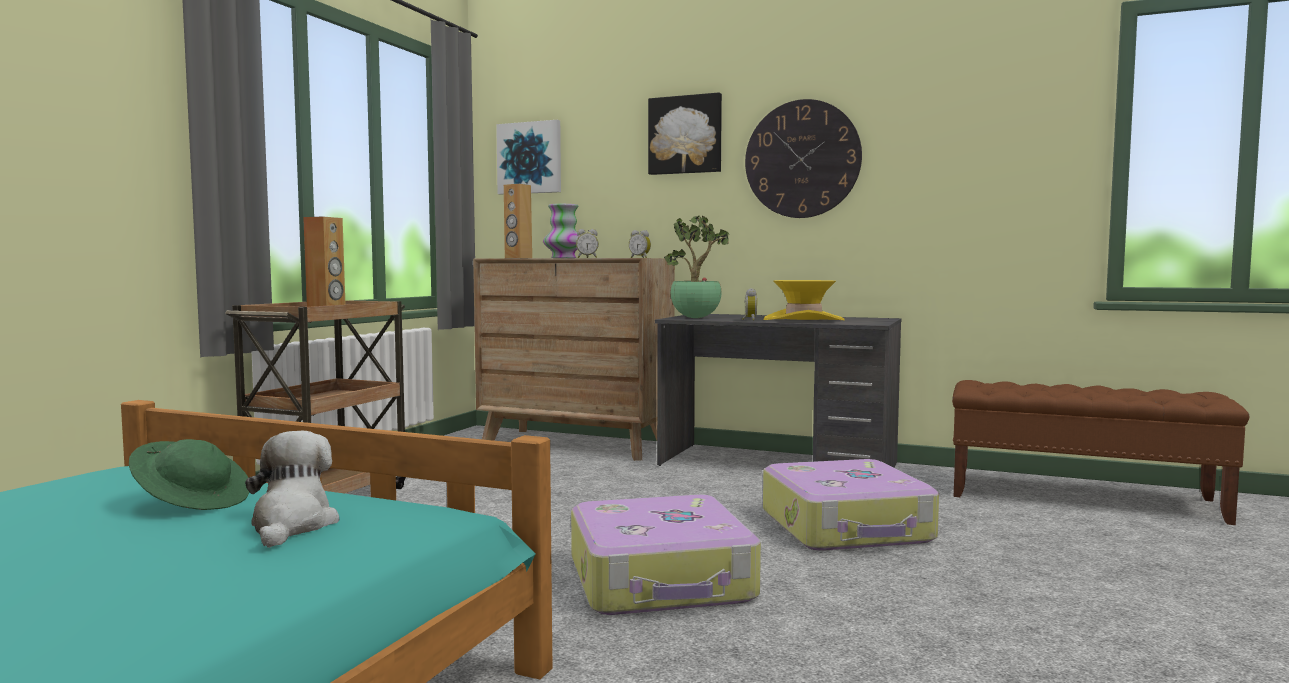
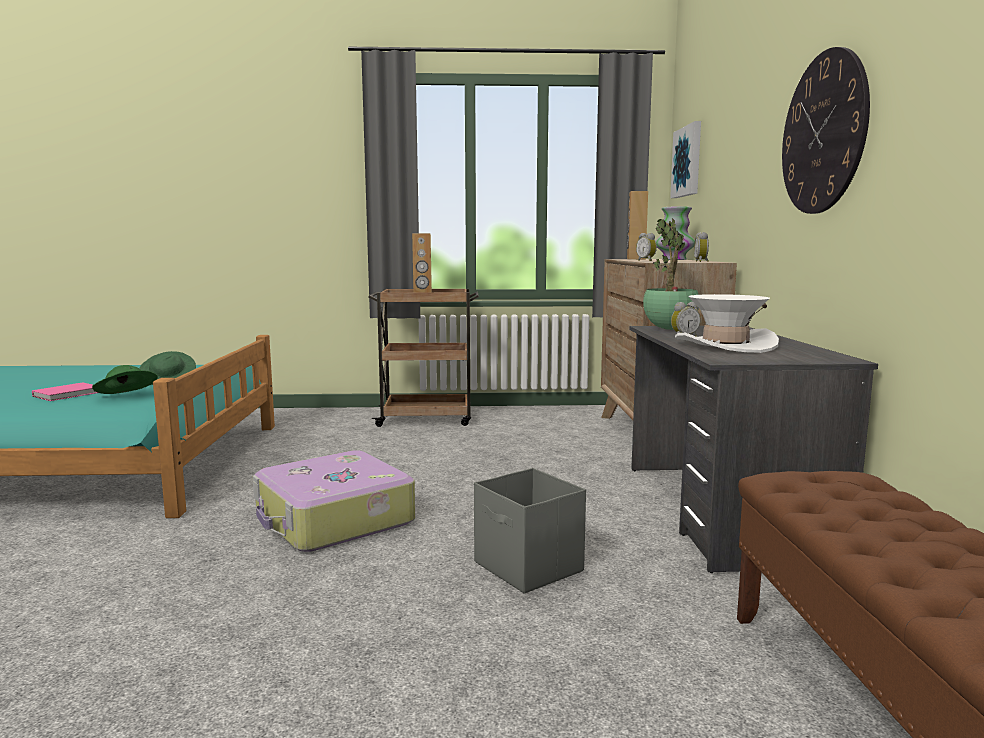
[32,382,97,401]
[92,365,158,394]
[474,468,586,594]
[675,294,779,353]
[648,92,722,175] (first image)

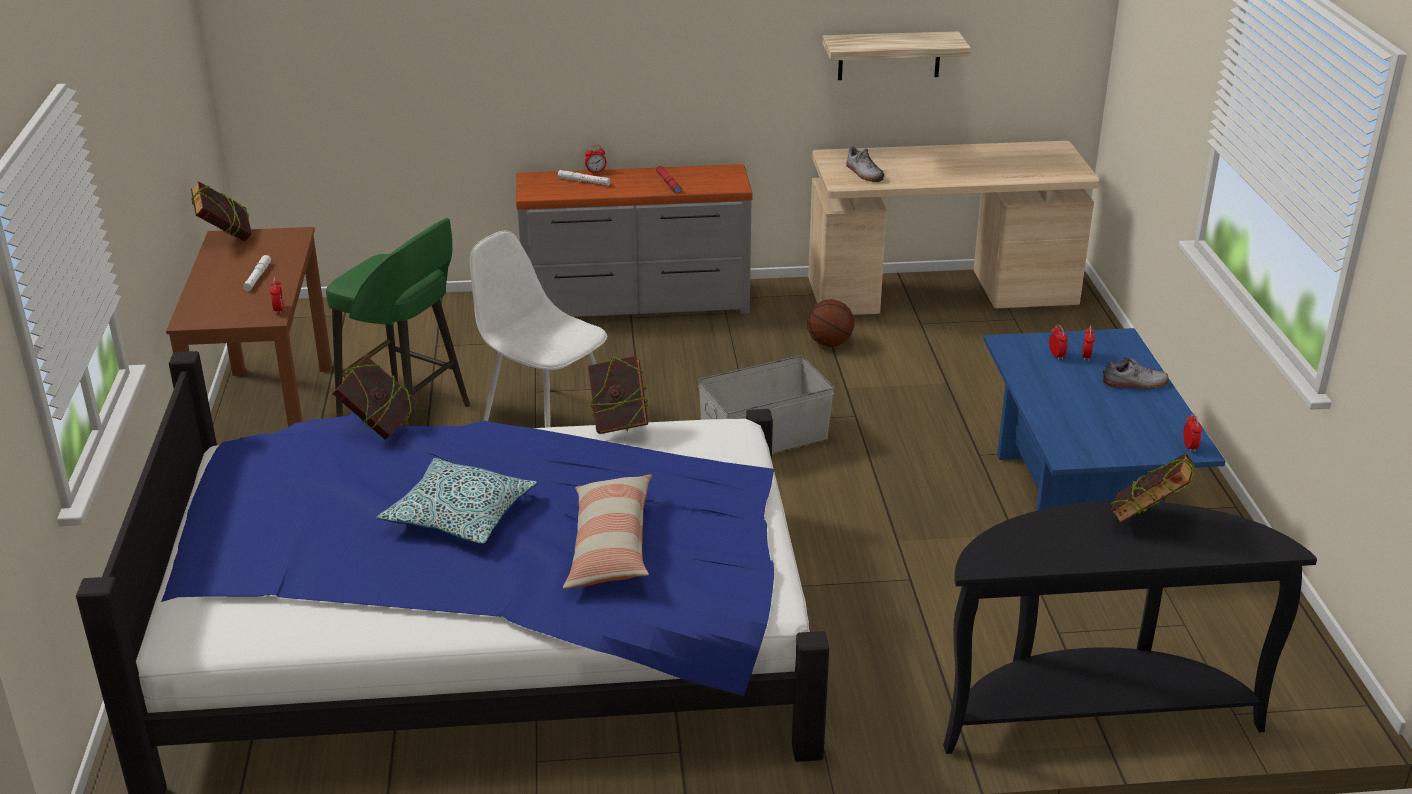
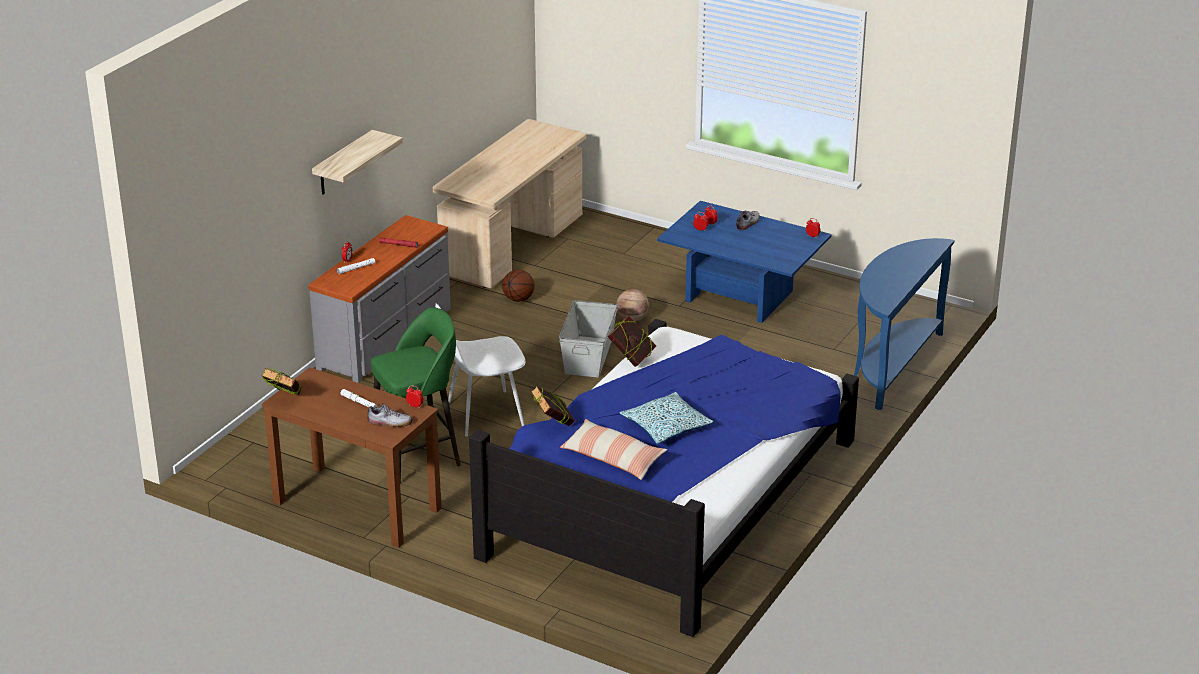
[312,130,403,195]
[368,403,412,427]
[560,419,667,480]
[616,289,649,321]
[854,238,954,410]
[1111,453,1195,523] (first image)

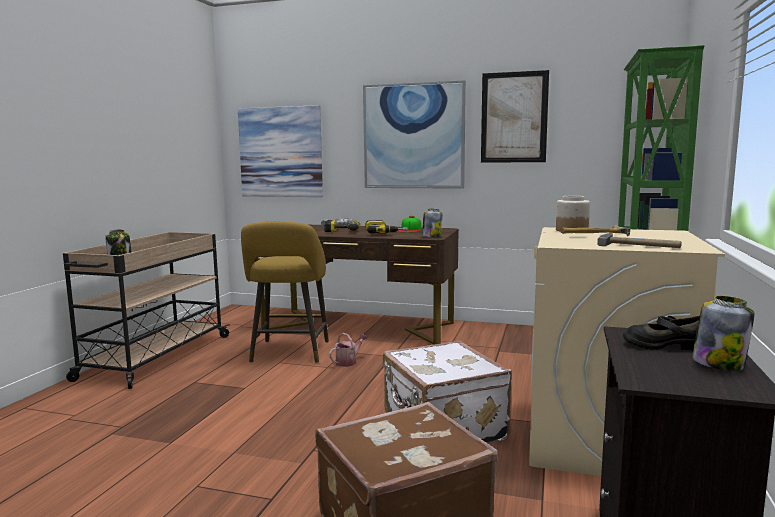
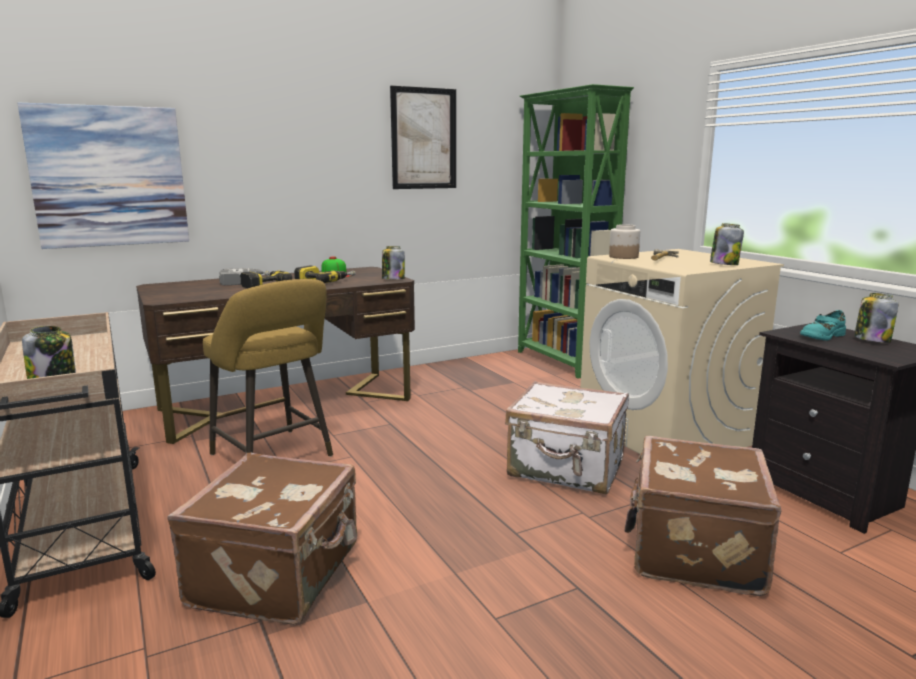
[167,453,357,625]
[710,223,744,265]
[800,310,846,341]
[329,333,368,367] (first image)
[363,80,466,189] (first image)

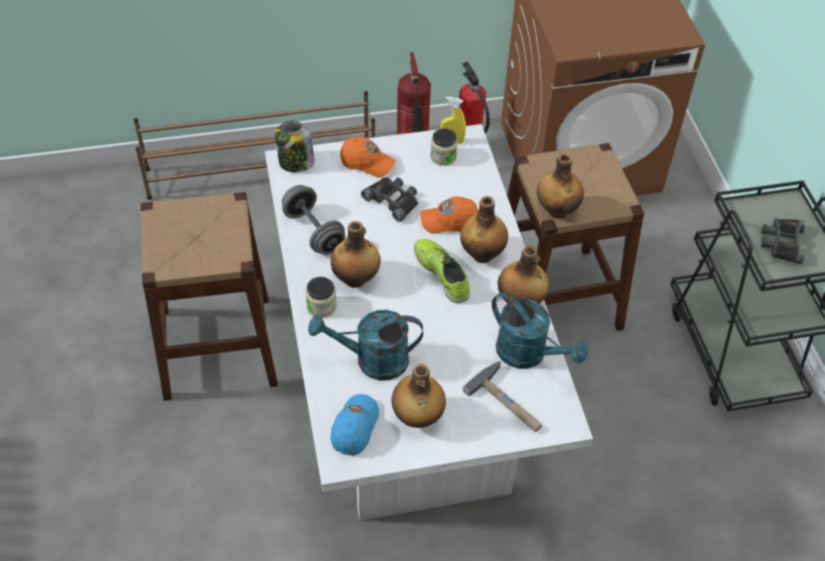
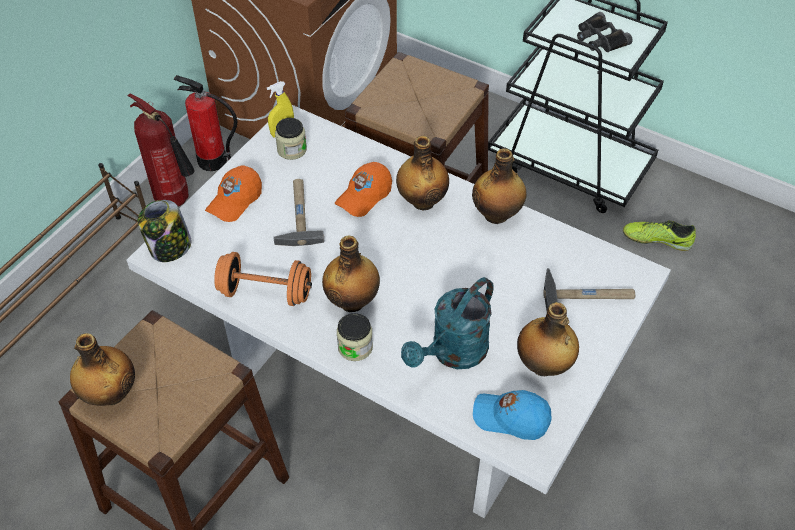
[70,333,135,406]
[205,166,262,222]
[214,252,312,306]
[273,179,325,246]
[473,390,552,440]
[623,220,696,251]
[492,292,588,369] (first image)

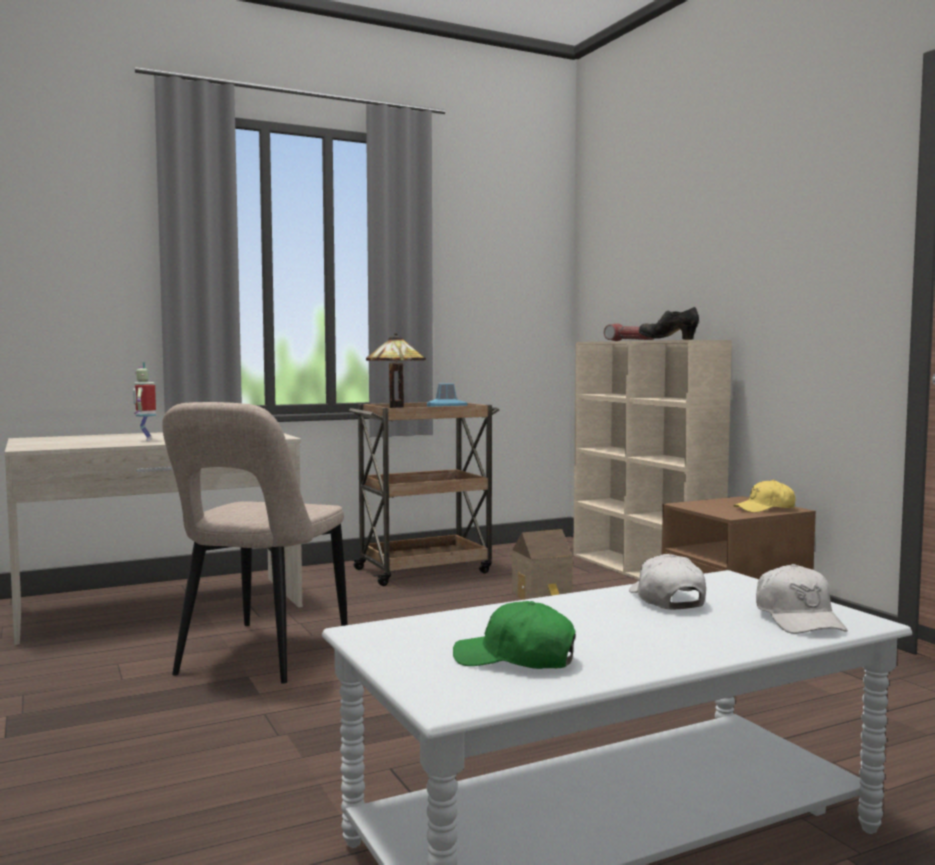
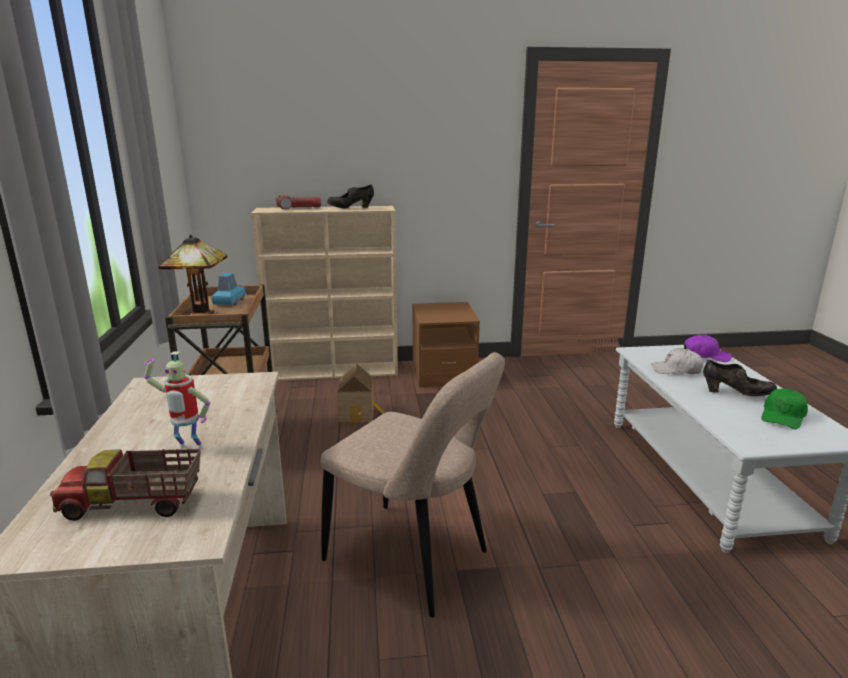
[50,449,201,521]
[684,335,732,362]
[703,360,777,396]
[734,479,796,513] (first image)

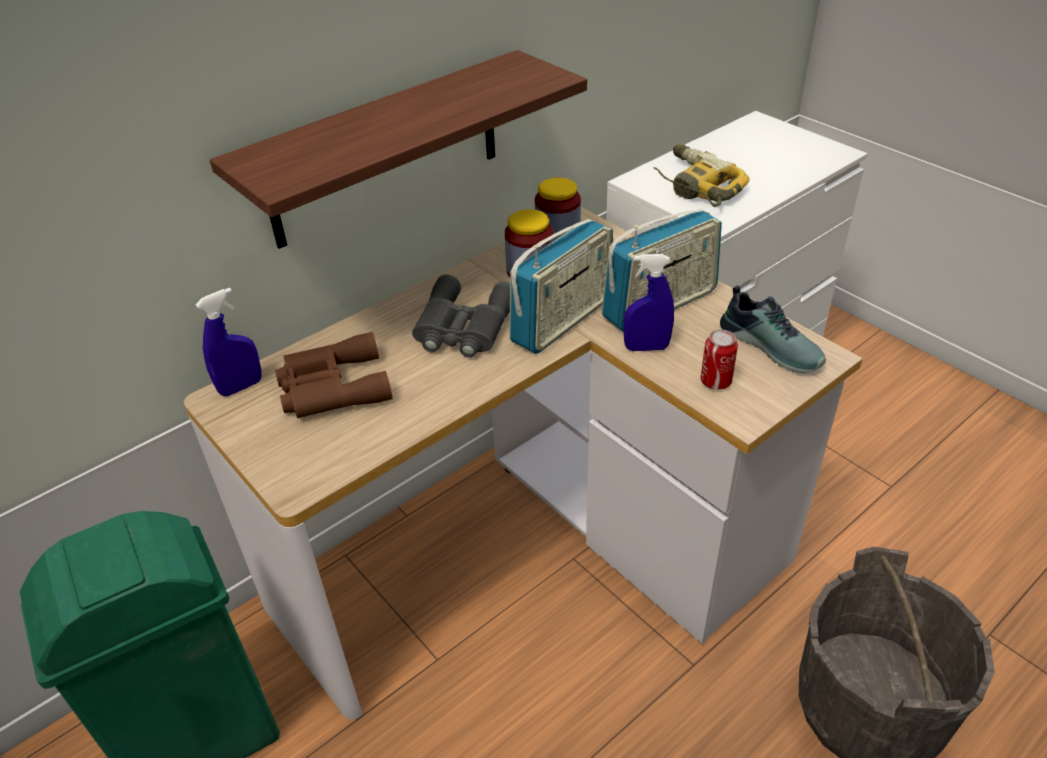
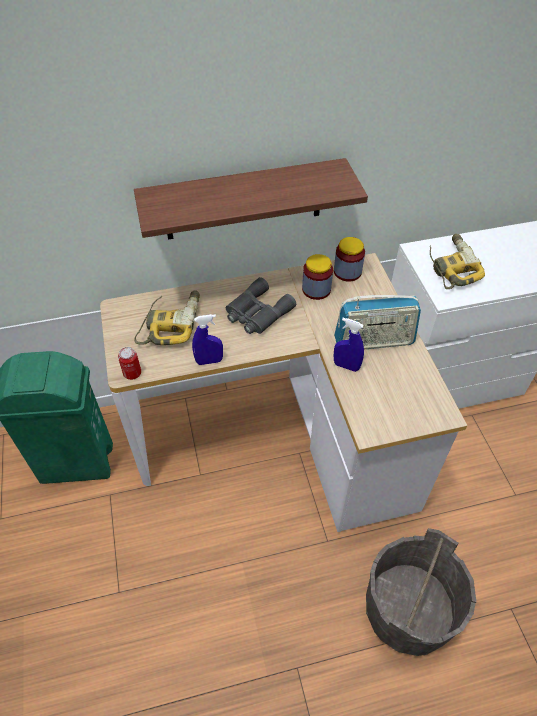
[118,347,141,380]
[135,290,200,345]
[192,314,223,365]
[509,219,613,354] (first image)
[720,285,826,373] (first image)

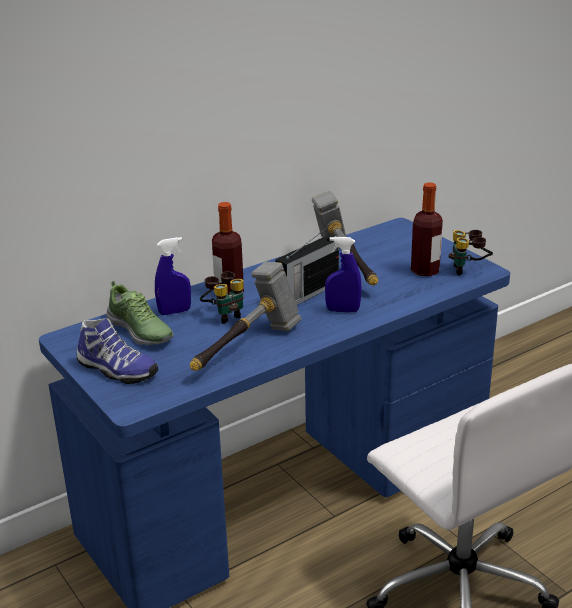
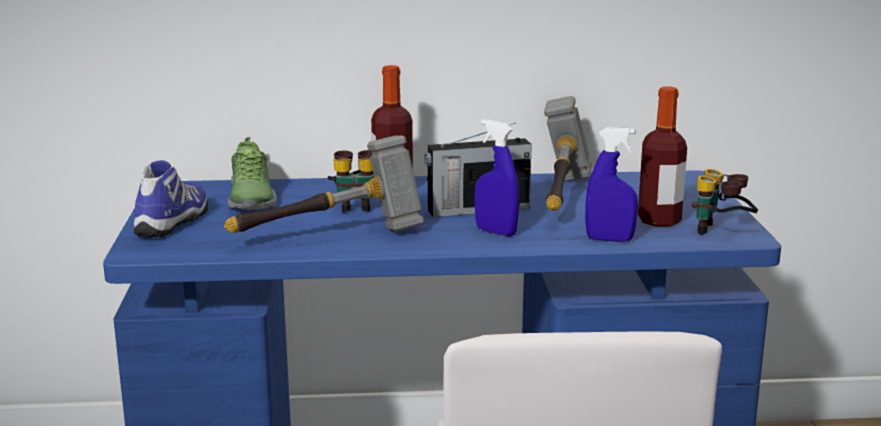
[134,160,208,237]
[585,127,638,242]

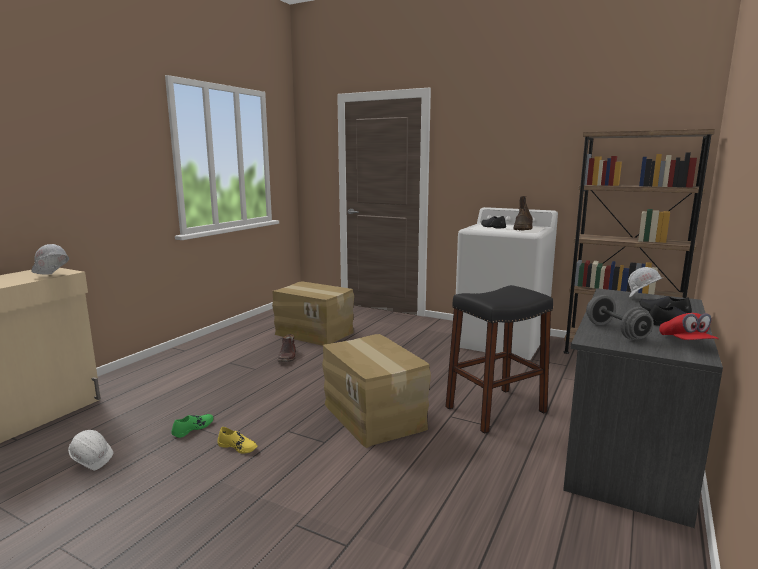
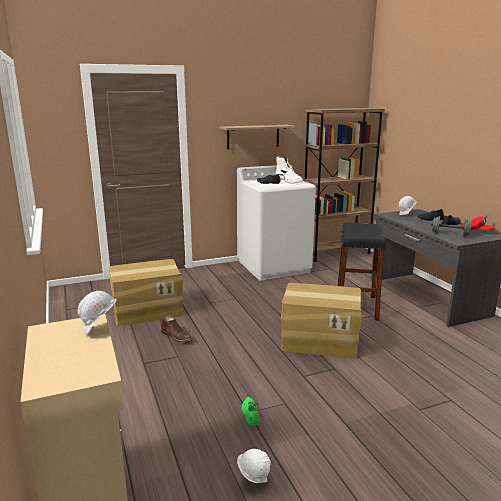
[219,125,295,149]
[276,156,303,183]
[218,427,258,454] (first image)

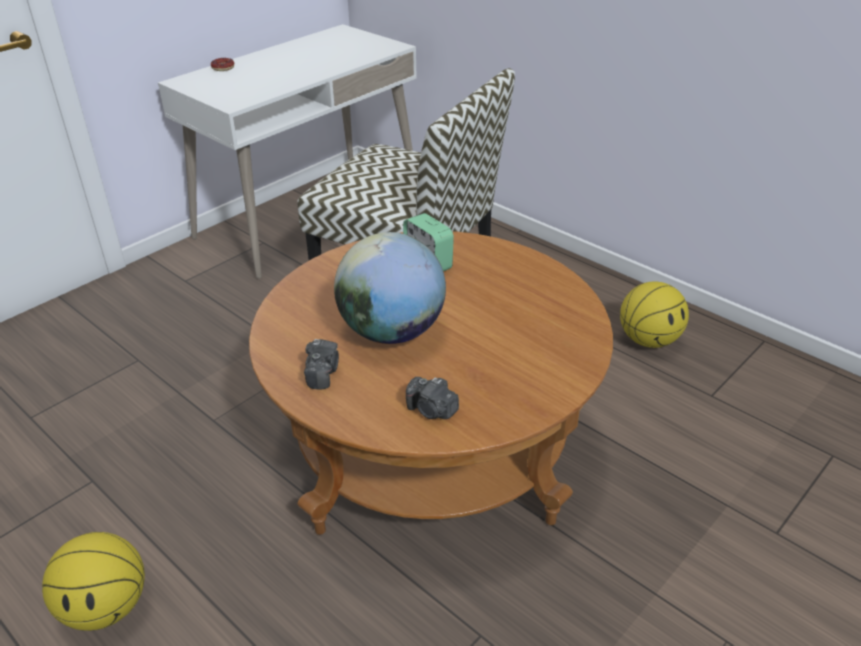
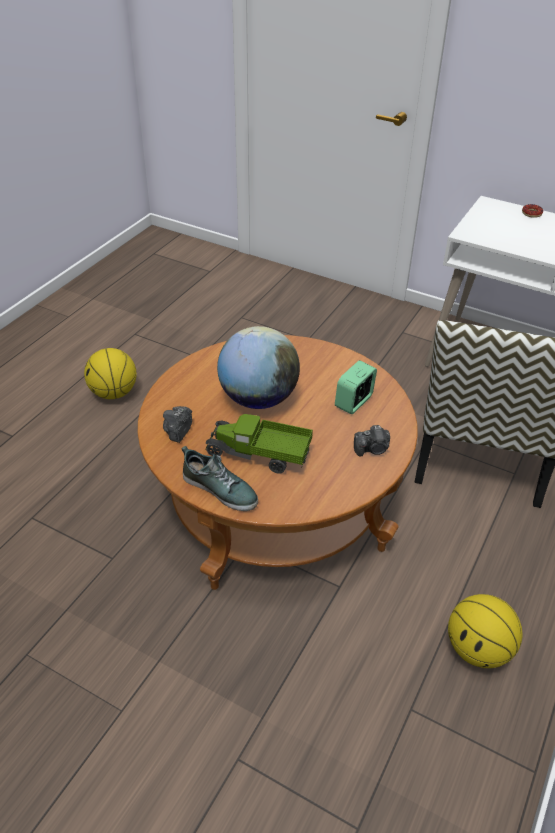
[181,446,258,511]
[205,414,313,474]
[354,425,390,457]

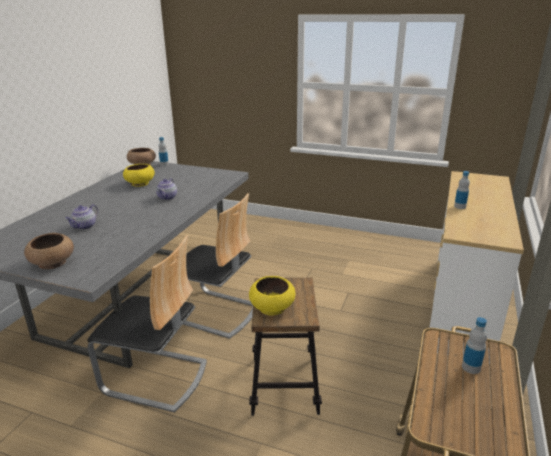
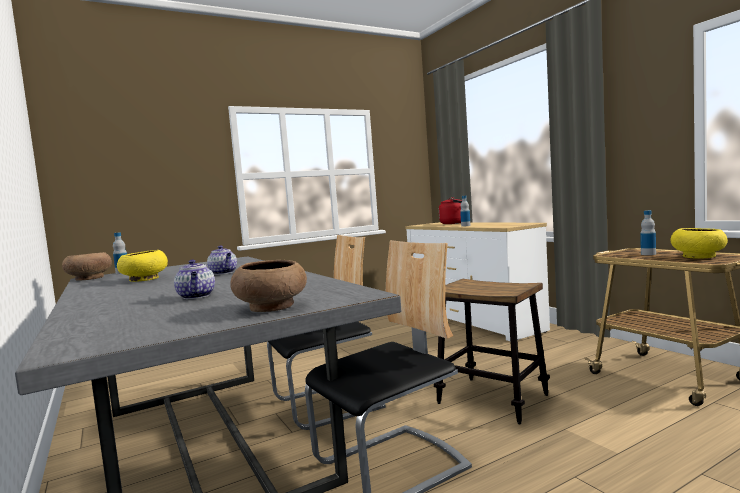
[439,197,462,224]
[670,228,728,259]

